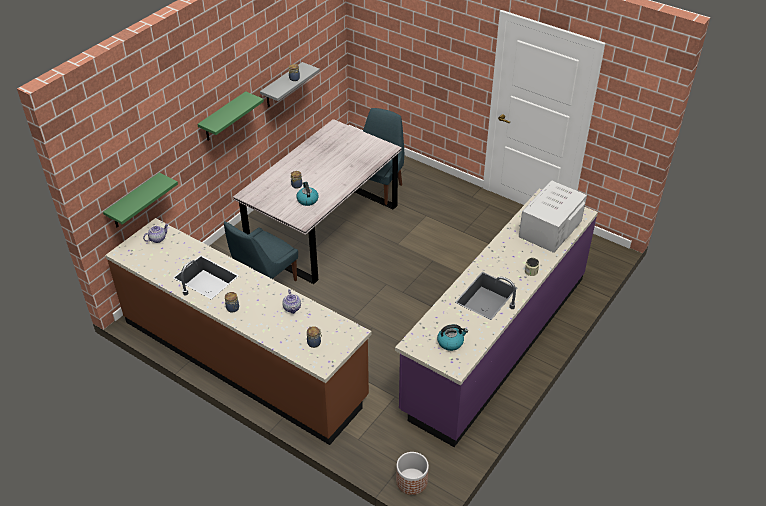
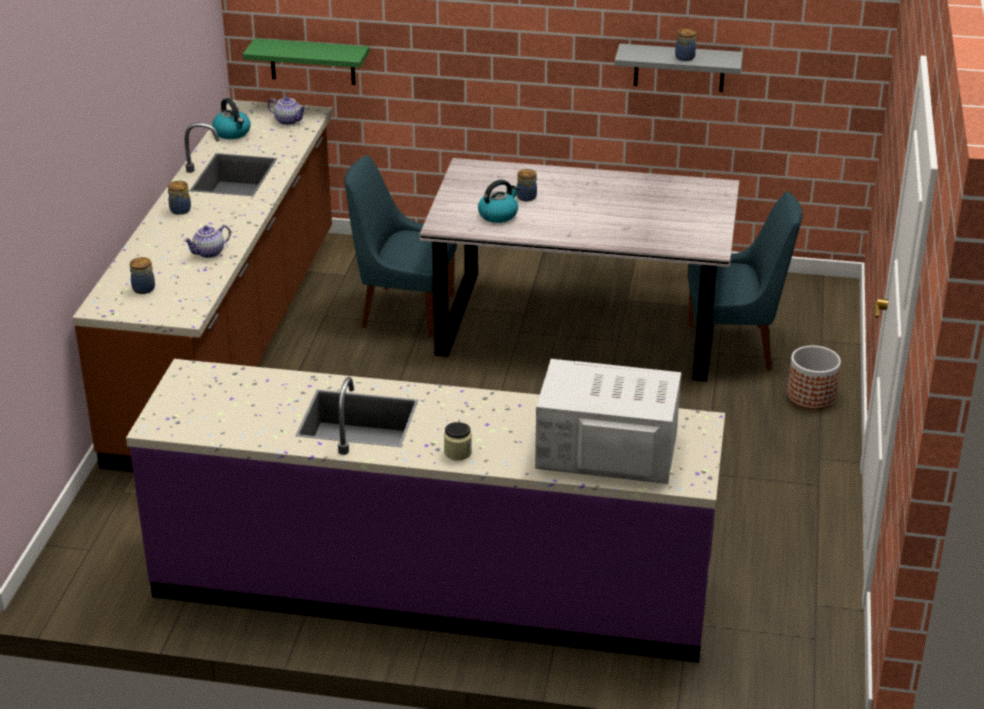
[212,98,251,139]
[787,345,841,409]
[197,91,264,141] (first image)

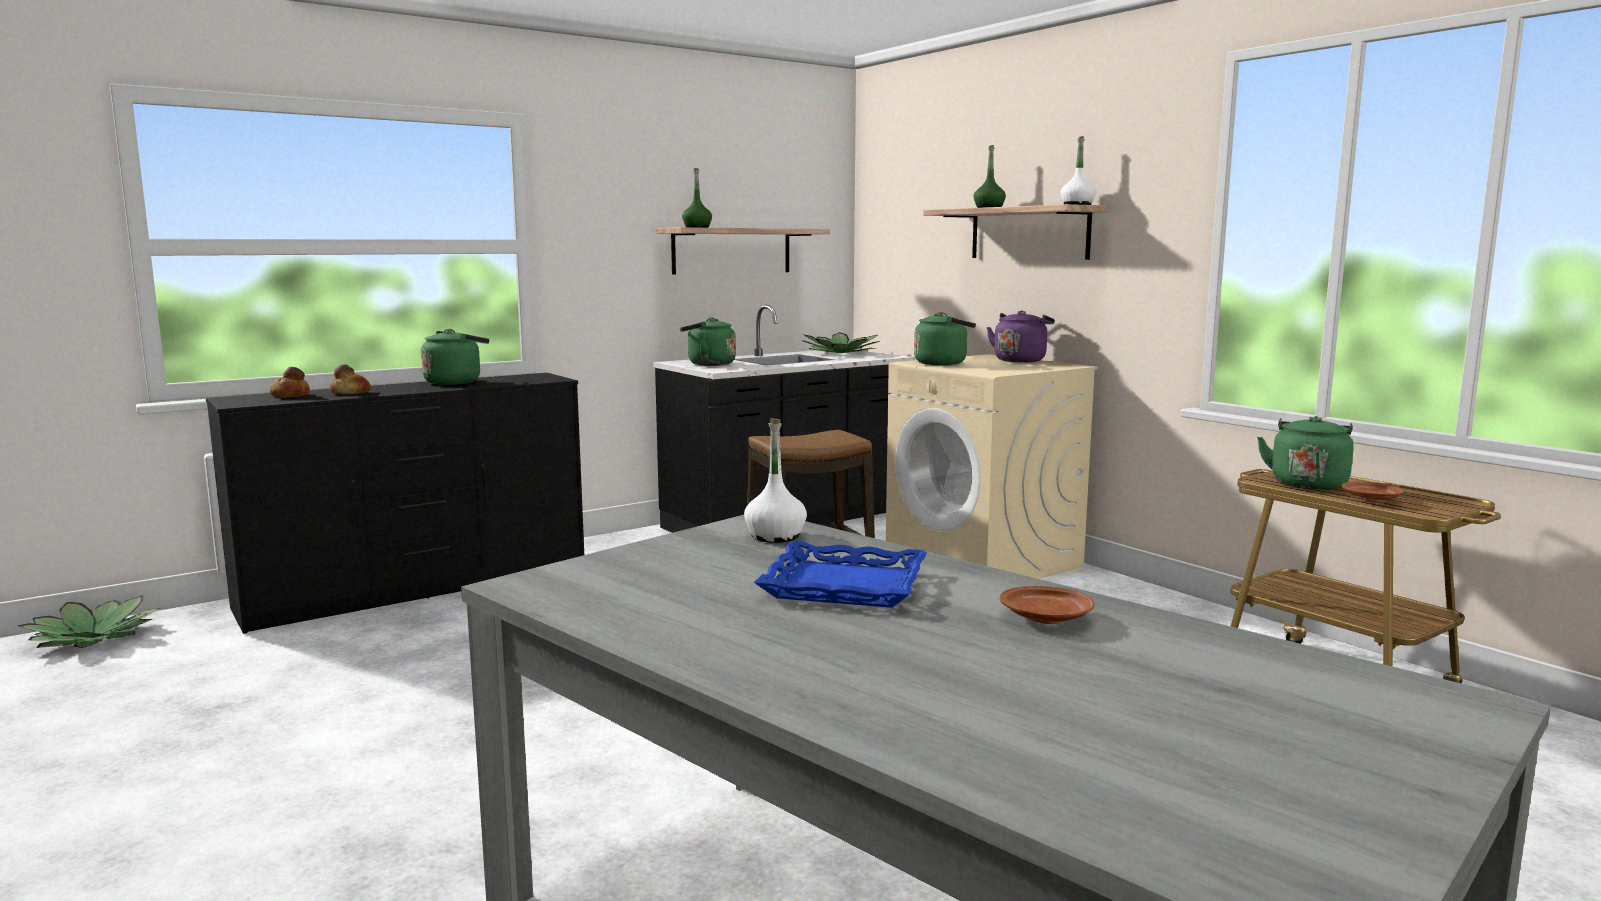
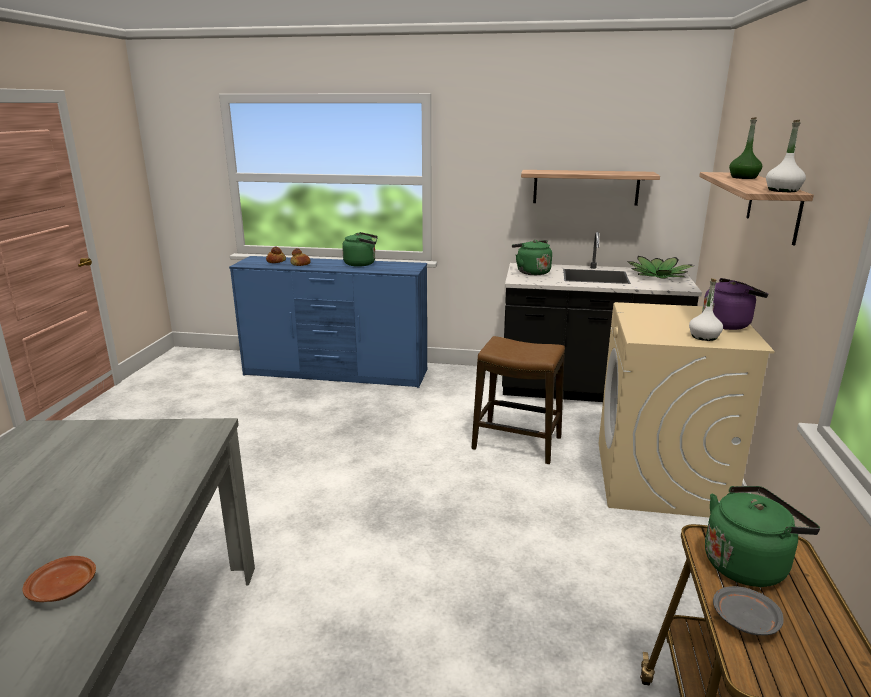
[229,256,427,388]
[689,278,723,341]
[713,586,784,635]
[18,595,160,648] (first image)
[682,168,712,228] (first image)
[754,541,927,608] (first image)
[914,312,976,365] (first image)

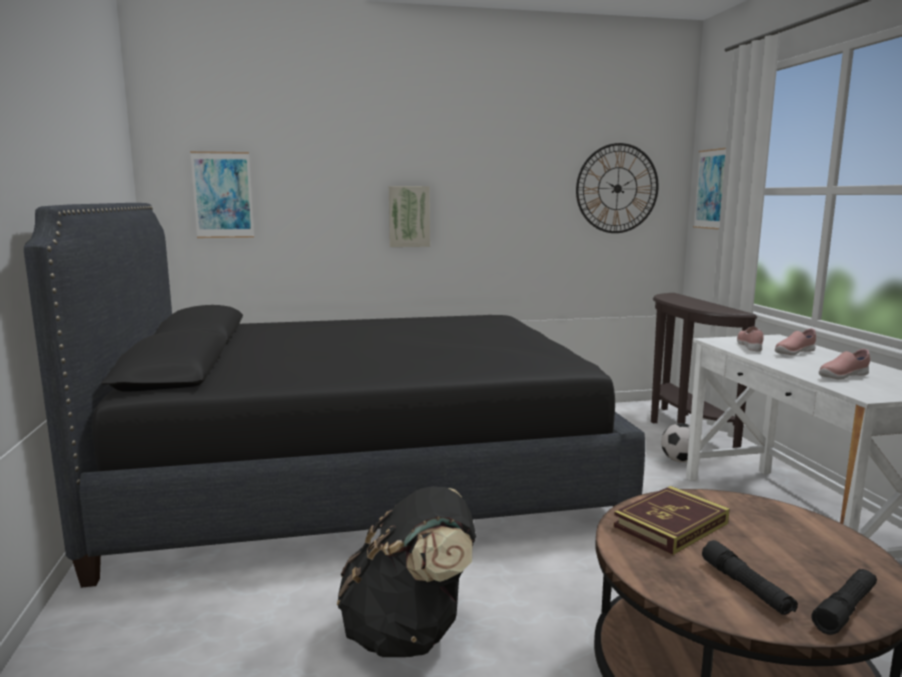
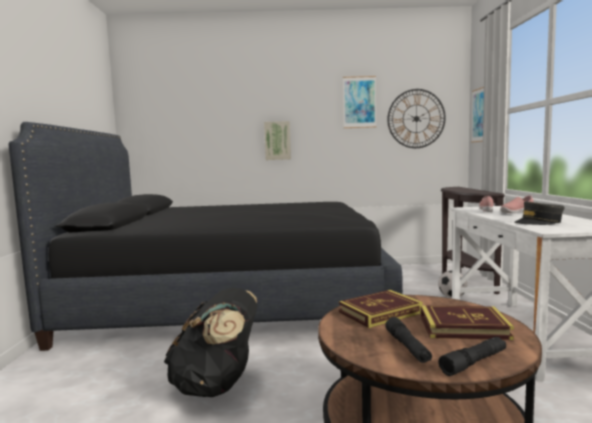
[343,76,376,128]
[421,306,514,340]
[514,202,565,225]

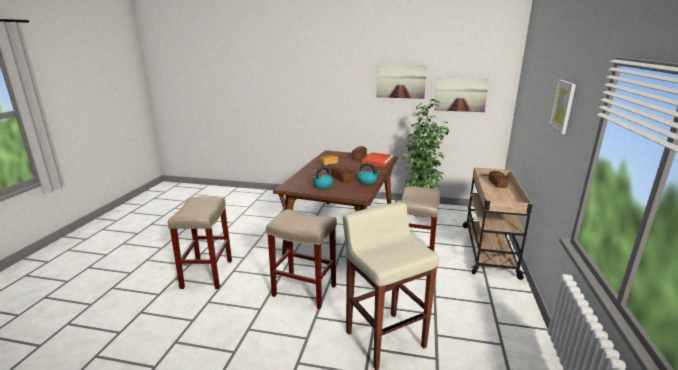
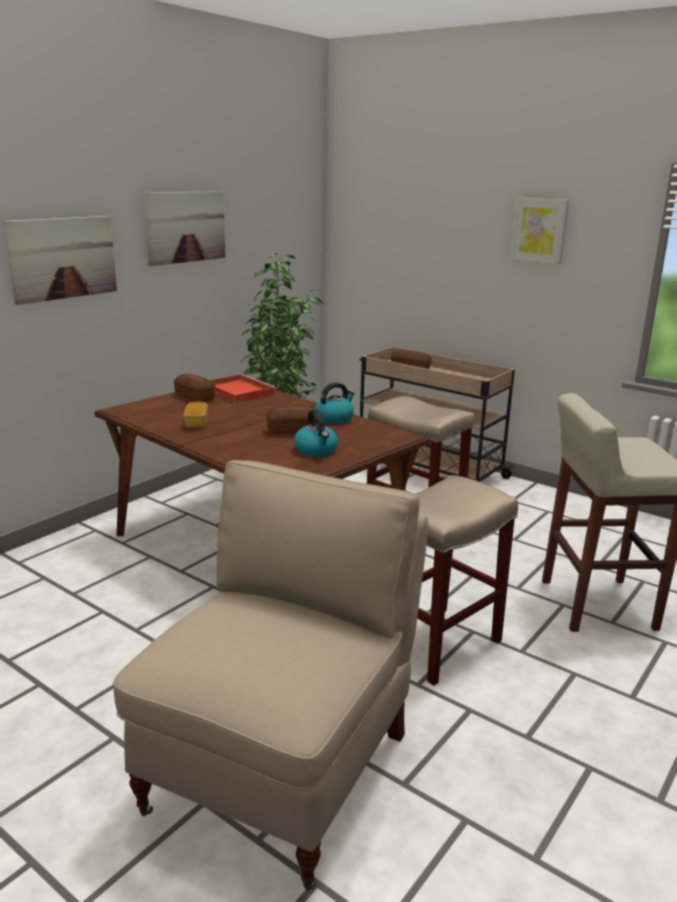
[4,216,117,305]
[113,460,428,891]

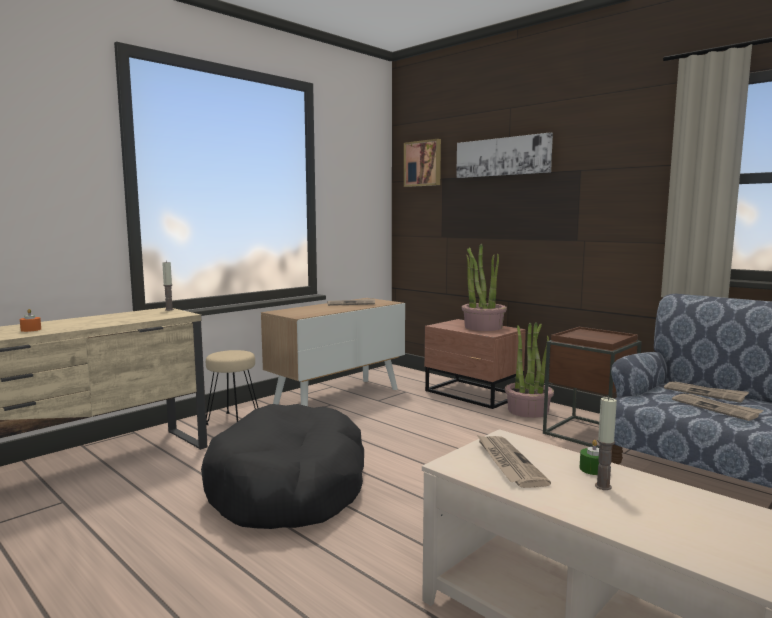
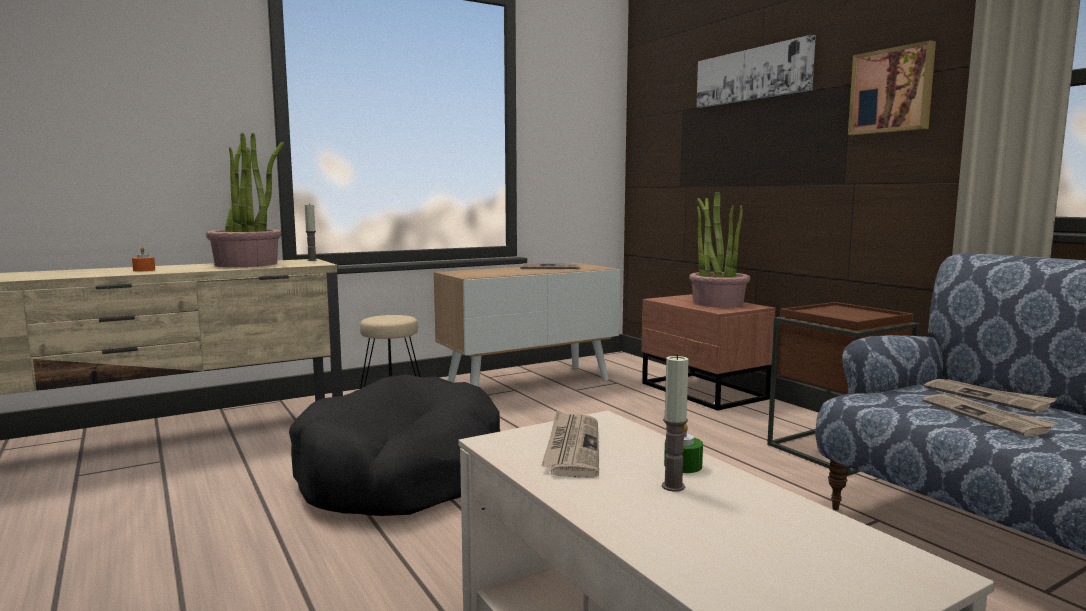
[206,133,284,267]
[848,40,936,135]

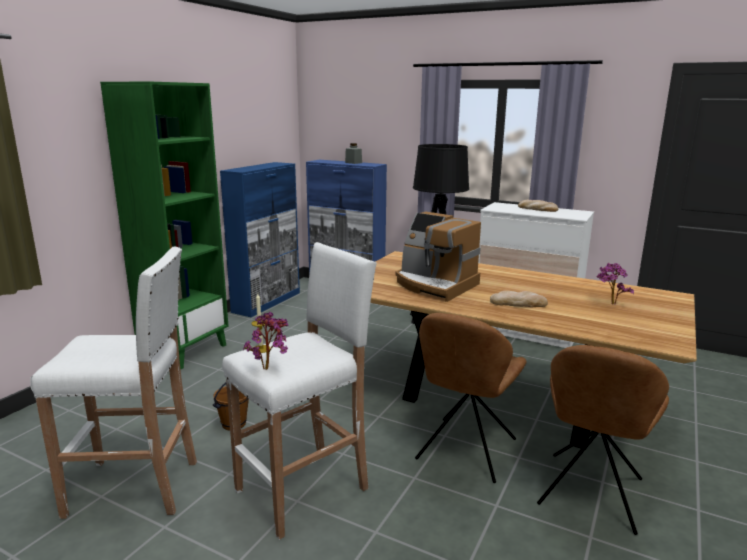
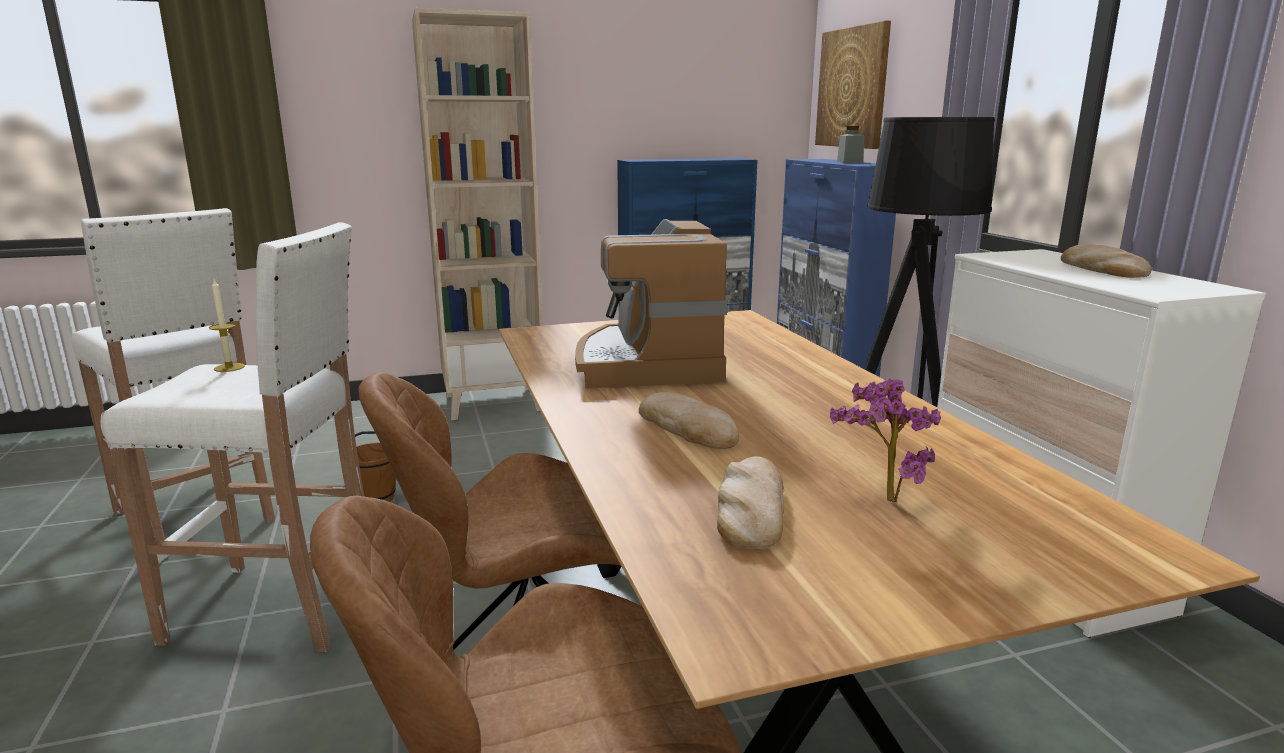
[412,8,543,420]
[717,456,784,549]
[815,21,891,149]
[243,312,288,370] (first image)

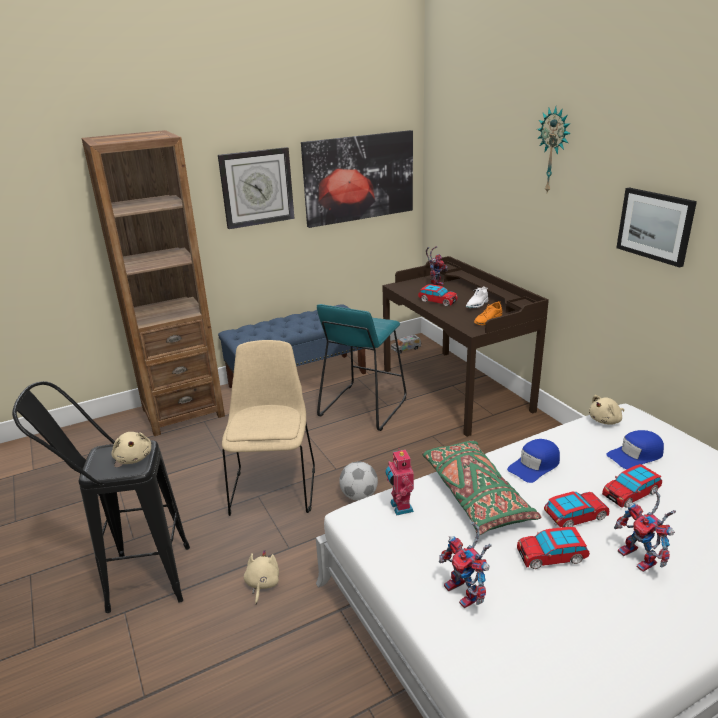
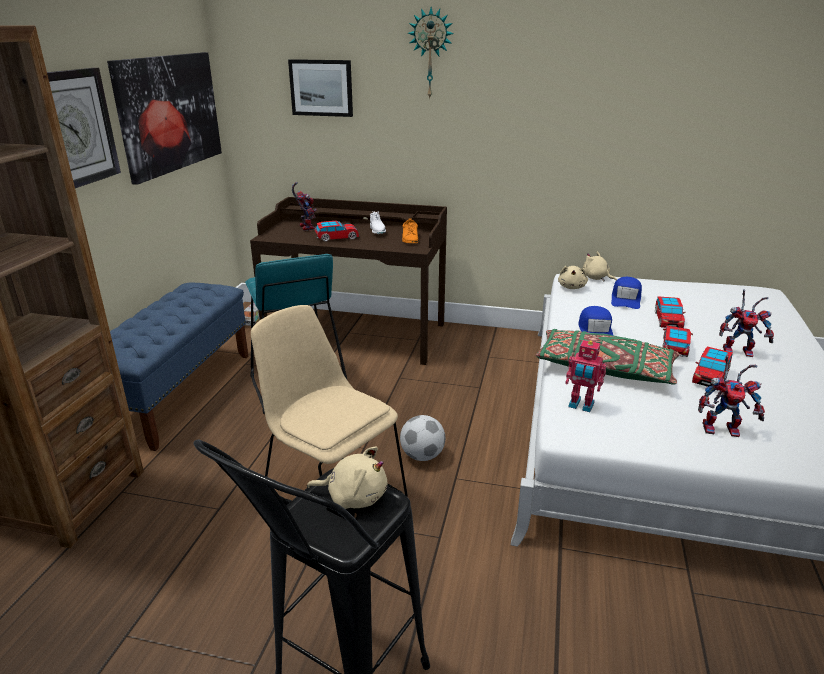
[288,59,353,117]
[583,252,617,282]

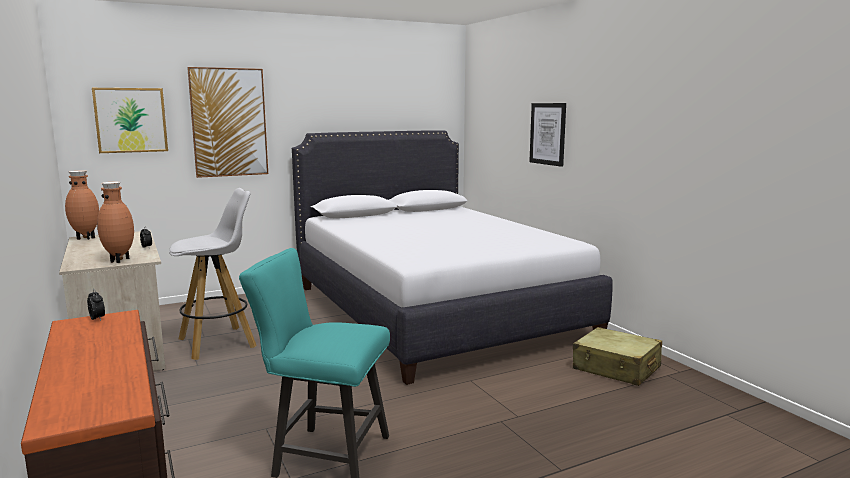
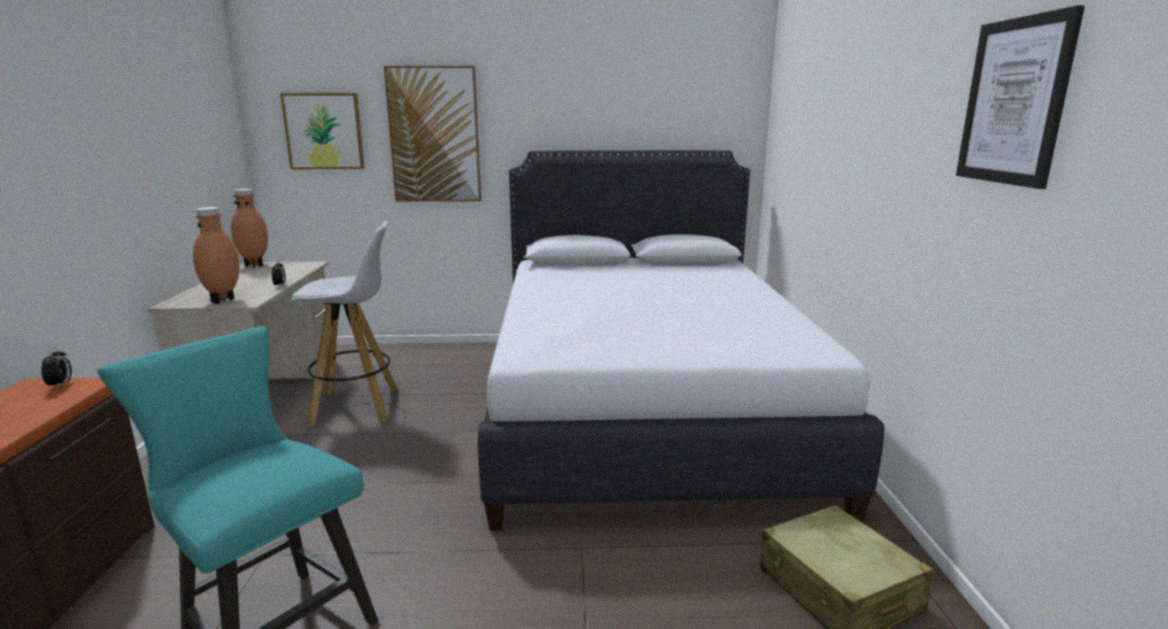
[956,5,1085,189]

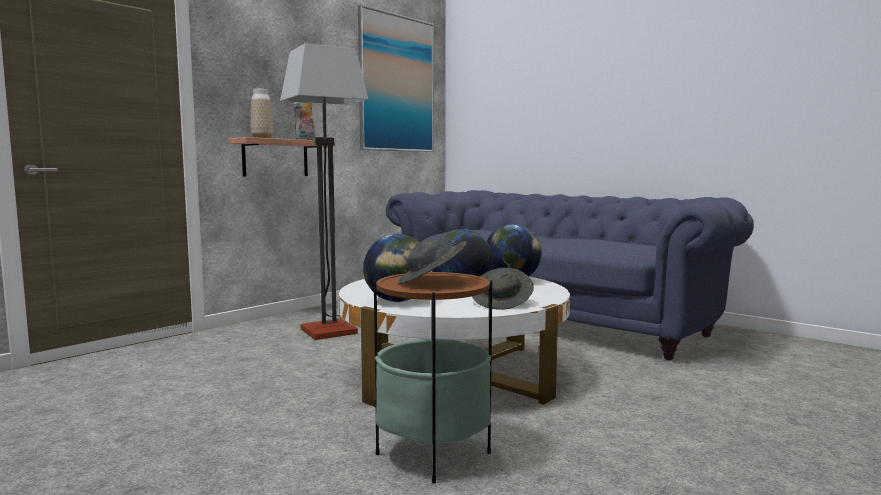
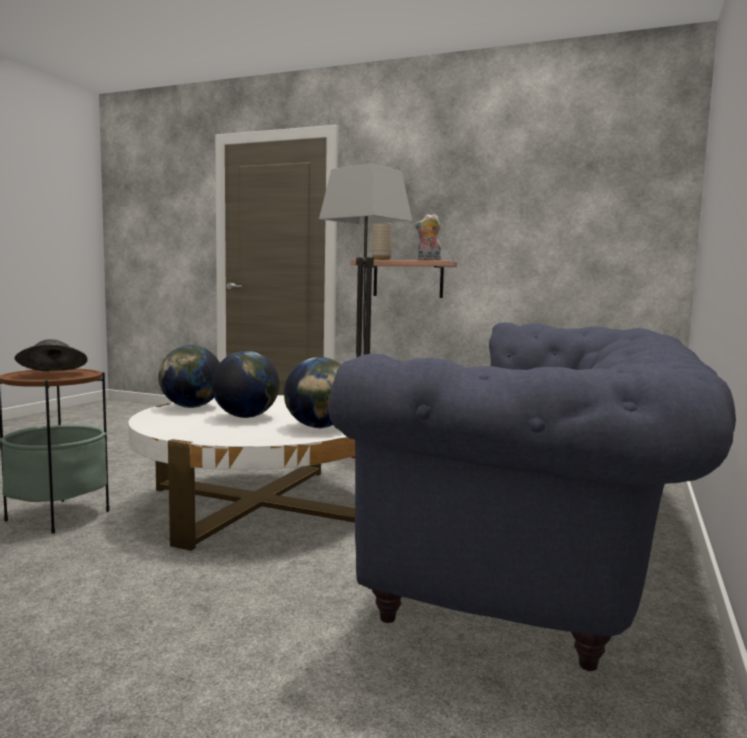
[358,4,434,152] (first image)
[472,268,534,310] (first image)

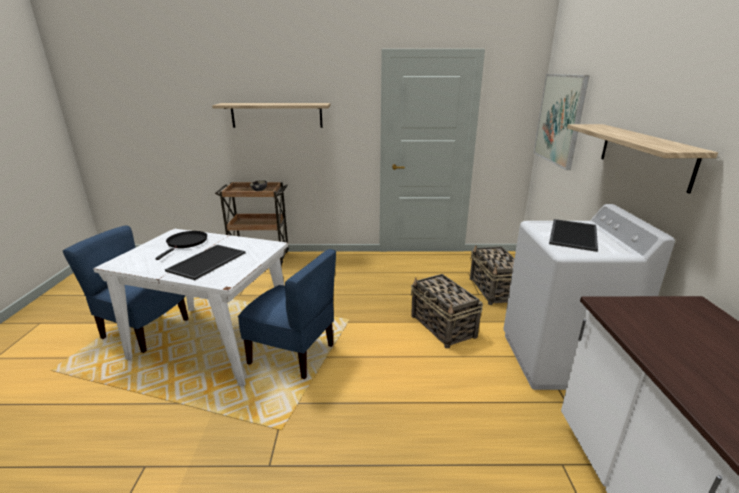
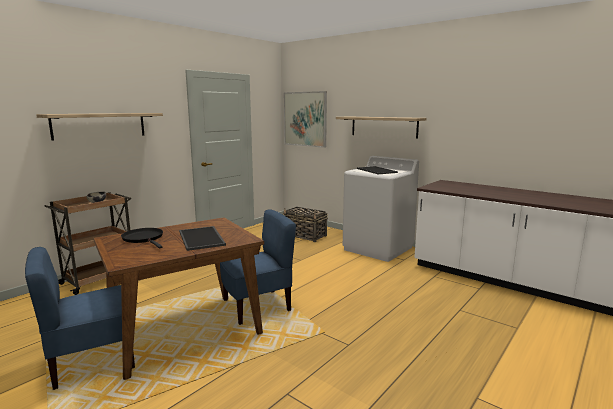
[93,217,264,380]
[411,274,483,349] (first image)

